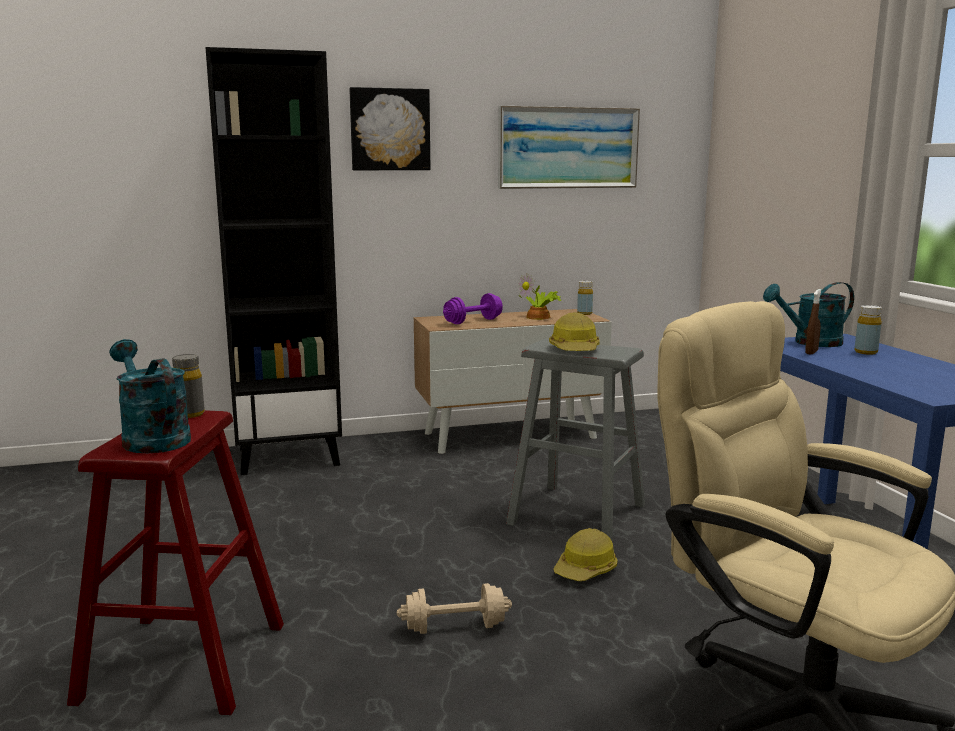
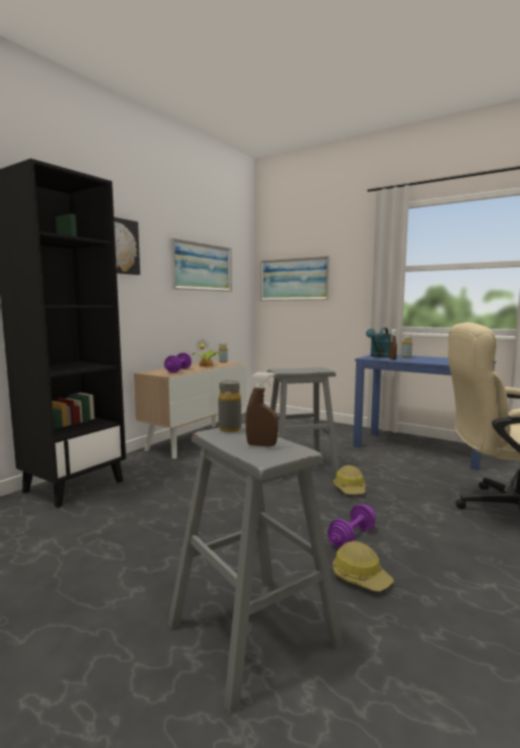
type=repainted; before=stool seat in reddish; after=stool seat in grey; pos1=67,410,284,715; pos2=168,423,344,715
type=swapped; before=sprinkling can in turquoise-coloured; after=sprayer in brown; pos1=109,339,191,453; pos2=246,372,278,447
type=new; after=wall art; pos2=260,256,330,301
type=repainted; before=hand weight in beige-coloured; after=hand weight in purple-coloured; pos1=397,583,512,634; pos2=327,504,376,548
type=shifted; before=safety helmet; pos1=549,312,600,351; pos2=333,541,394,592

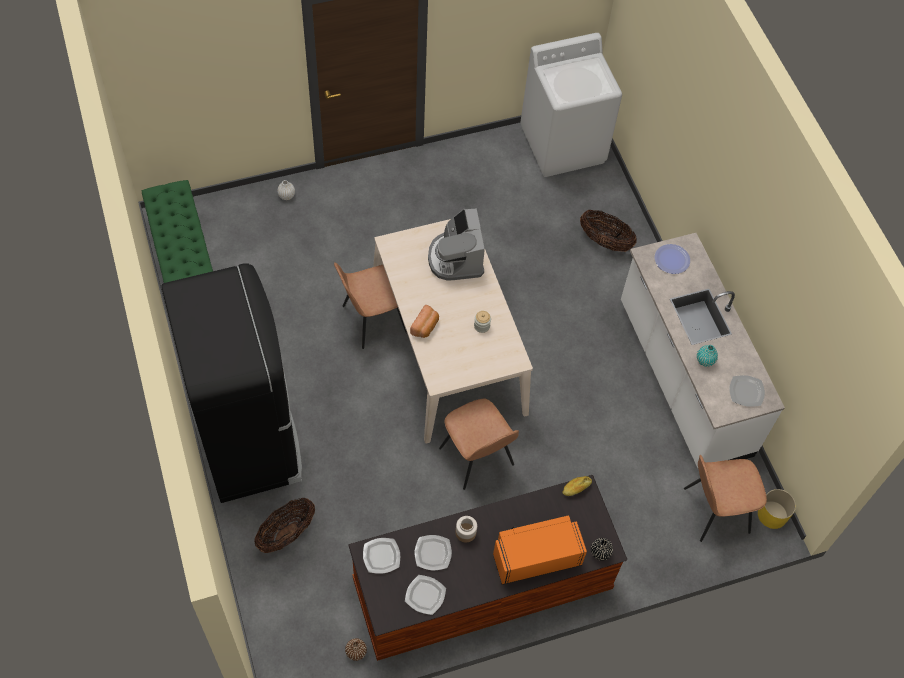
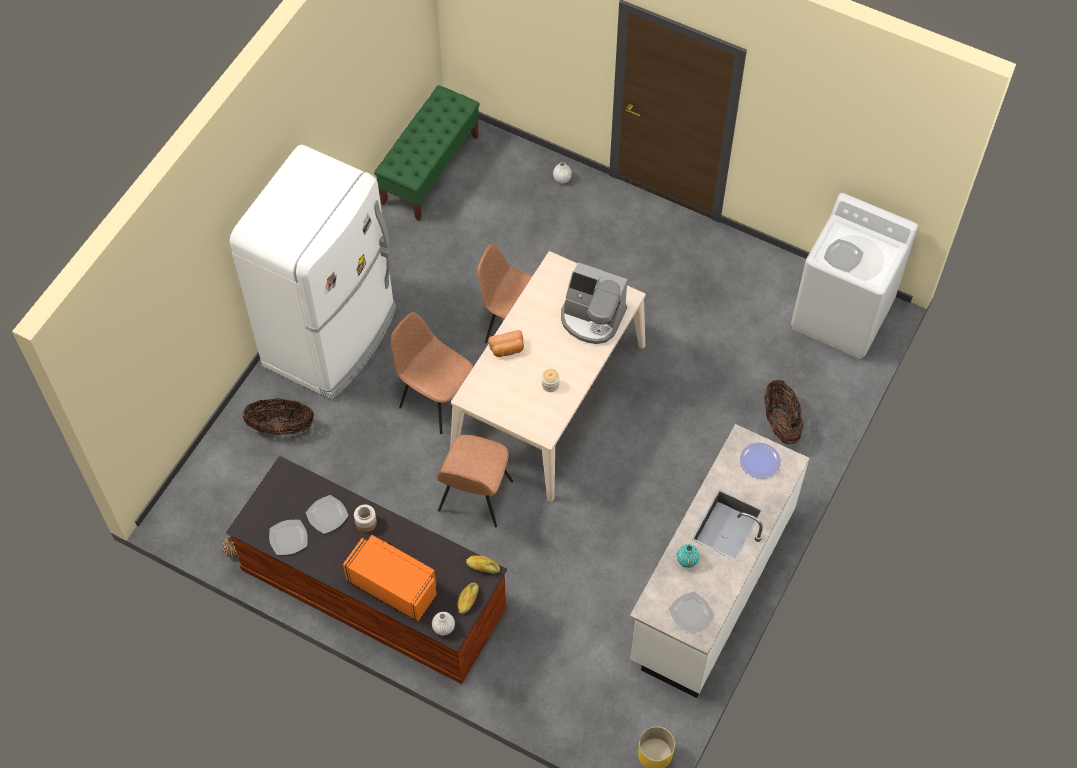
type=repainted; before=refrigerator in black-coloured; after=refrigerator in whitish; pos1=161,263,302,503; pos2=230,145,396,400
type=shifted; before=upright chair in brown; pos1=684,455,767,542; pos2=391,312,473,434
type=repainted; before=decorative vase in black-coloured; after=decorative vase in whitish; pos1=591,538,613,561; pos2=432,612,455,635
type=new; after=baked bread; pos2=457,583,479,614
type=rotated; before=coffee brewer; pos1=428,208,485,281; pos2=561,262,627,344; turn=-105
type=shifted; before=flat dish; pos1=363,538,400,574; pos2=824,239,863,272

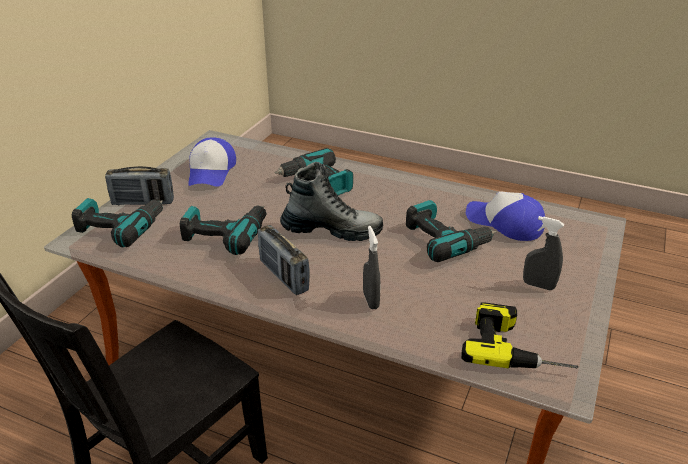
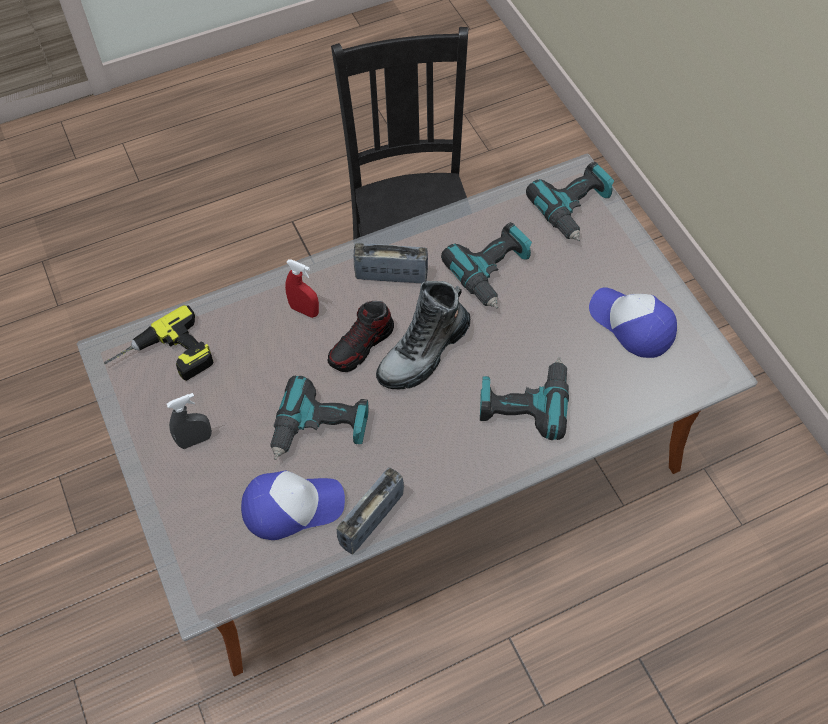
type=repainted; before=sprayer in grey; after=sprayer in reddish; pos1=363,226,380,309; pos2=285,259,319,318
type=new; after=item of footwear; pos2=328,301,394,372
type=shifted; before=radio set; pos1=105,166,174,205; pos2=337,467,404,554

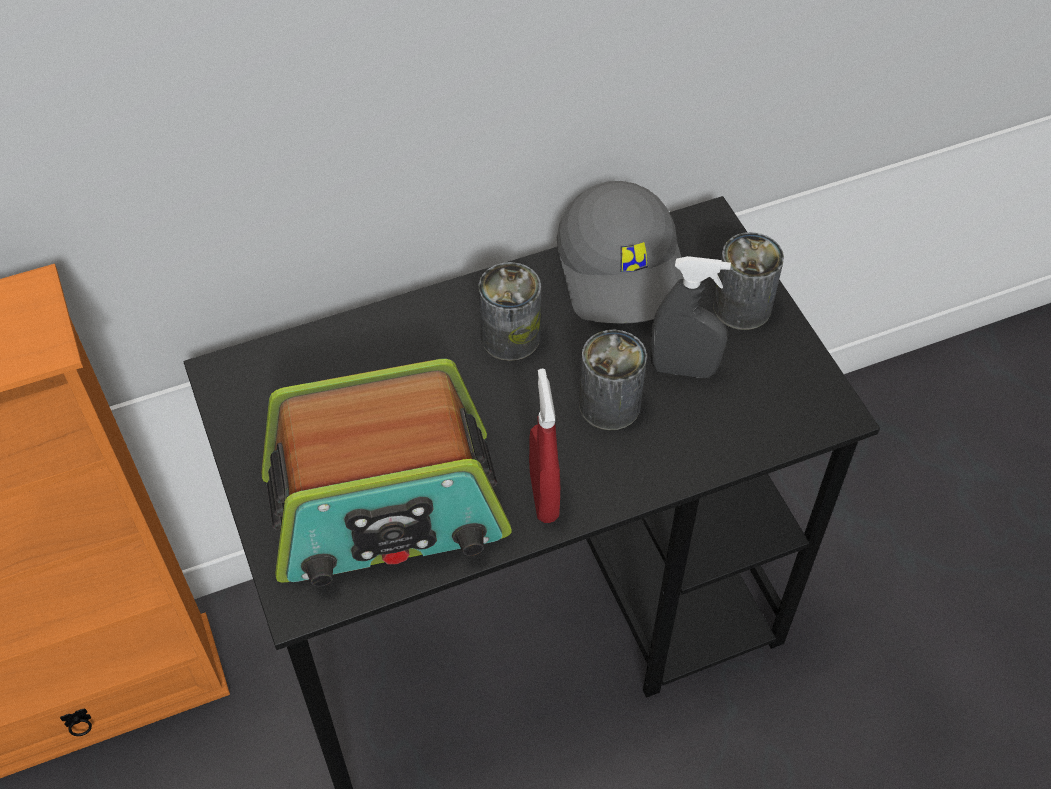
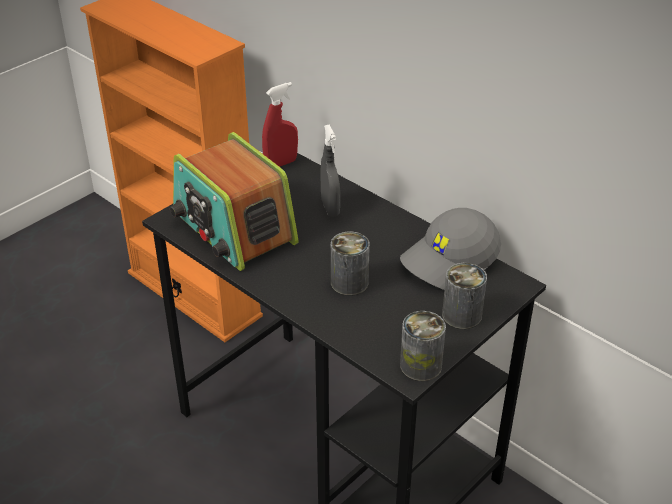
type=shifted; before=sprayer in reddish; pos1=529,368,560,523; pos2=262,82,298,167
type=shifted; before=sprayer in grey; pos1=650,256,731,378; pos2=321,124,340,217
type=shifted; before=sealed can; pos1=479,262,541,361; pos2=400,311,446,381

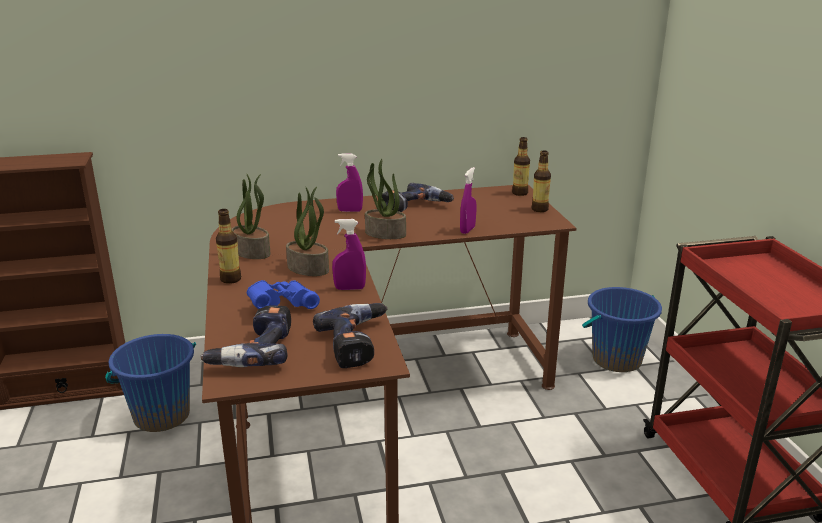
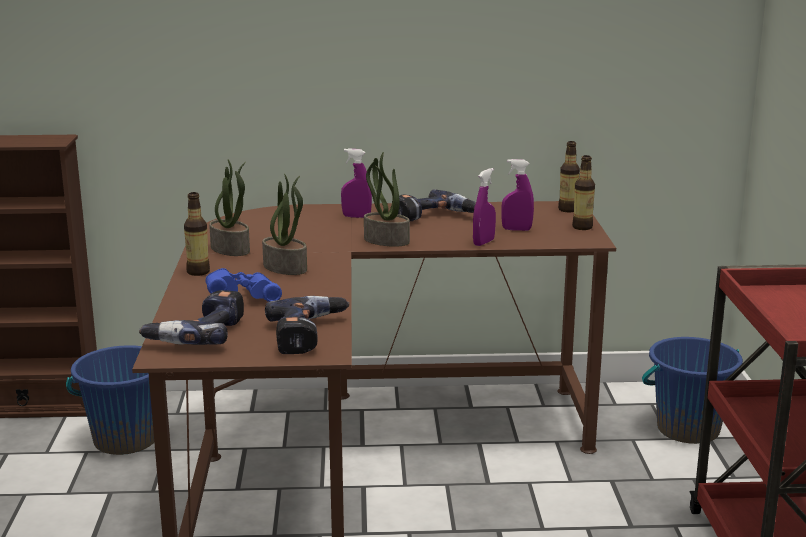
type=shifted; before=sprayer in purple-coloured; pos1=332,219,366,290; pos2=501,159,534,231

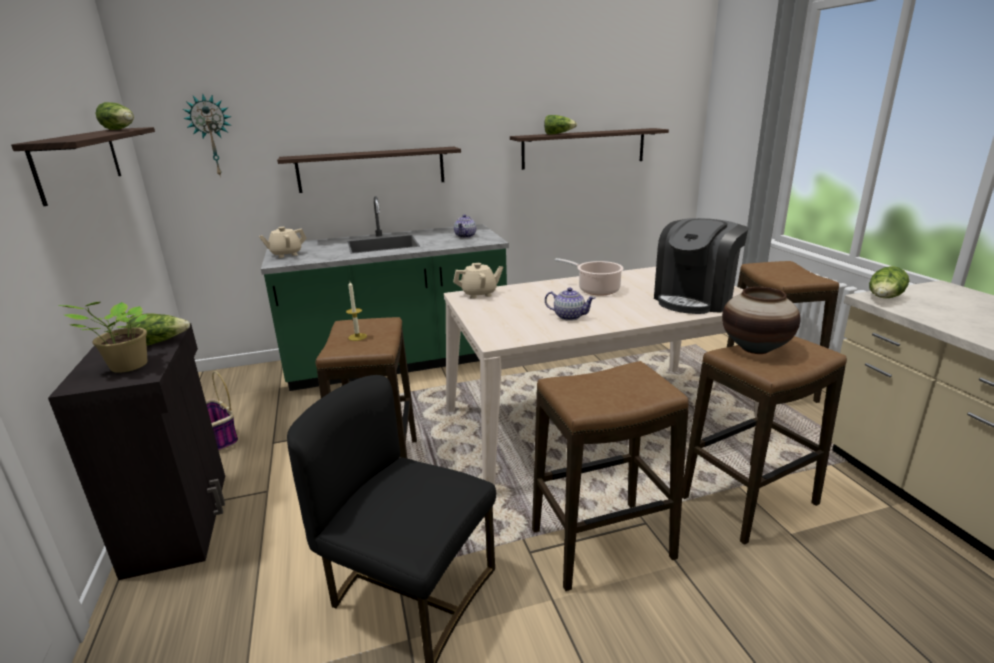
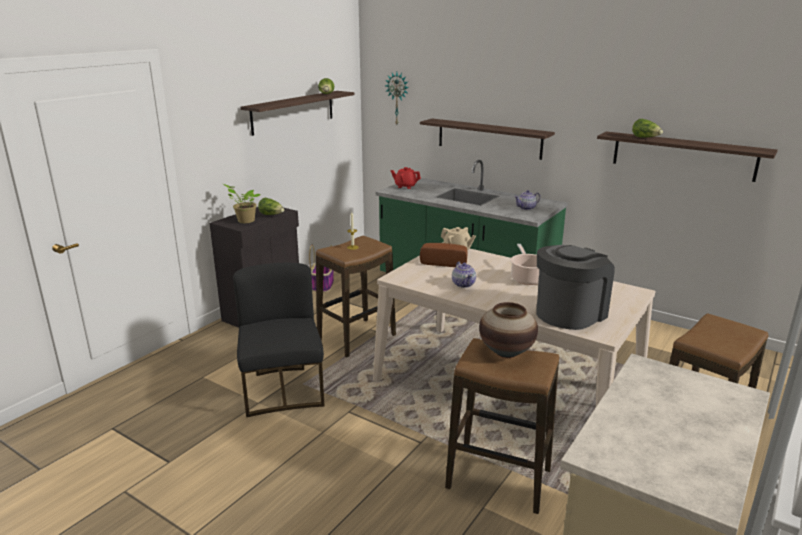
type=repainted; before=teapot in beige-coloured; after=teapot in reddish; pos1=259,227,307,258; pos2=391,167,421,189
type=new; after=baked bread; pos2=420,243,468,267
type=rotated; before=coffee brewer; pos1=654,218,749,314; pos2=536,244,615,330; turn=135
type=gone; before=stool seat; pos1=532,361,689,591
type=gone; before=lettuce; pos1=869,266,909,298

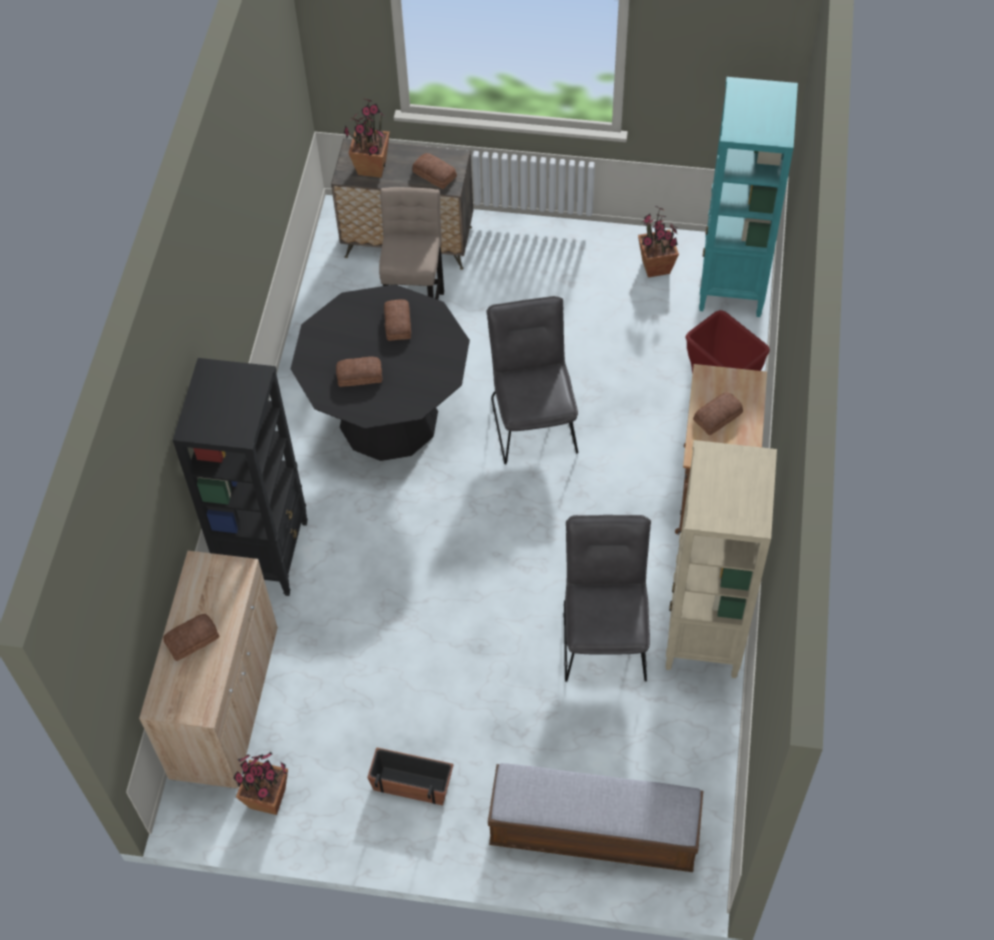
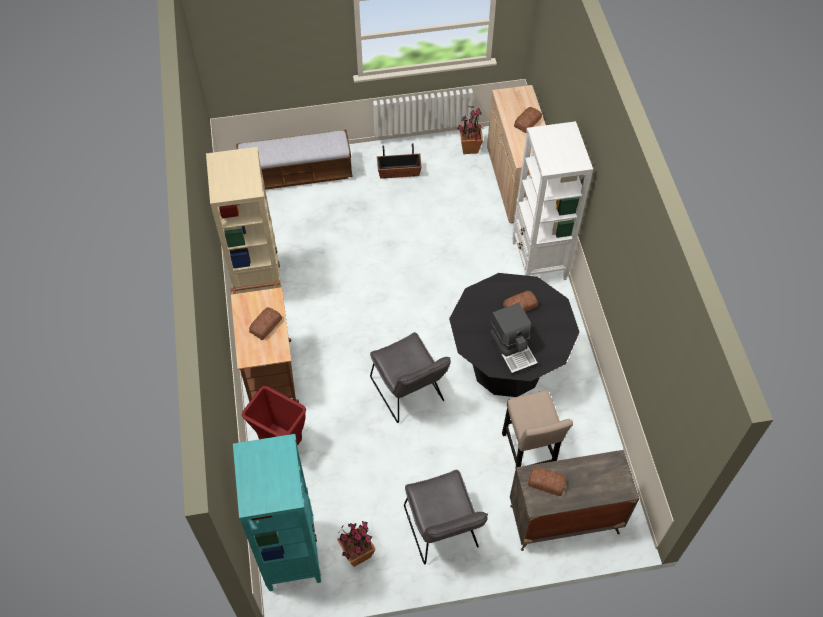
type=shifted; before=upright chair in grey; pos1=564,515,651,682; pos2=404,470,488,564
type=swapped; before=baked bread; after=coffee brewer; pos1=384,300,411,341; pos2=490,303,538,376
type=repainted; before=shelving unit in black-coloured; after=shelving unit in whitish; pos1=173,358,308,596; pos2=512,121,593,280
type=gone; before=houseplant; pos1=344,98,390,178

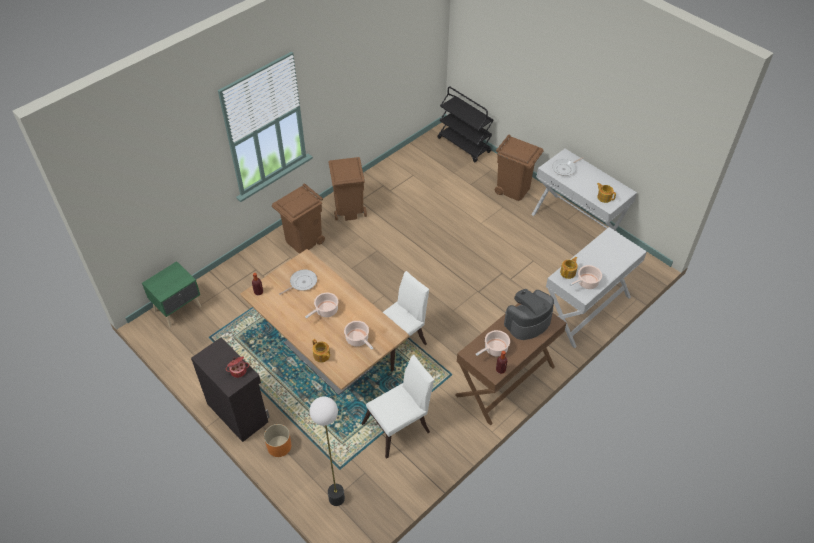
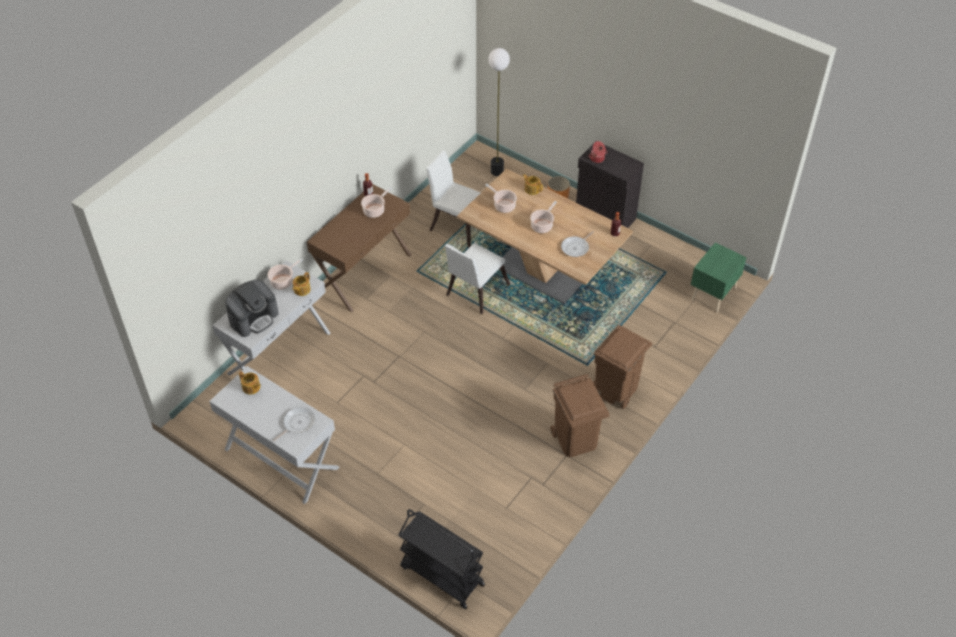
type=shifted; before=coffee brewer; pos1=504,289,554,340; pos2=225,280,279,337
type=rotated; before=upright chair in whitish; pos1=361,355,434,459; pos2=426,150,481,248; turn=75
type=gone; before=rubbish bin in brown; pos1=495,134,544,201

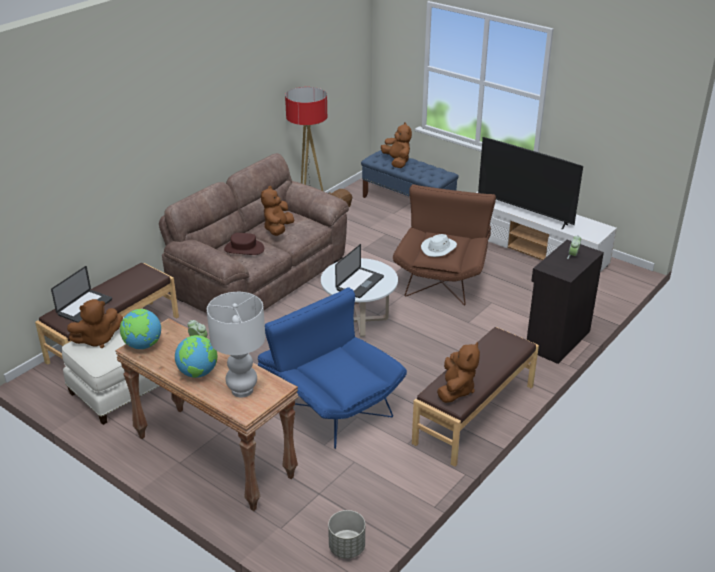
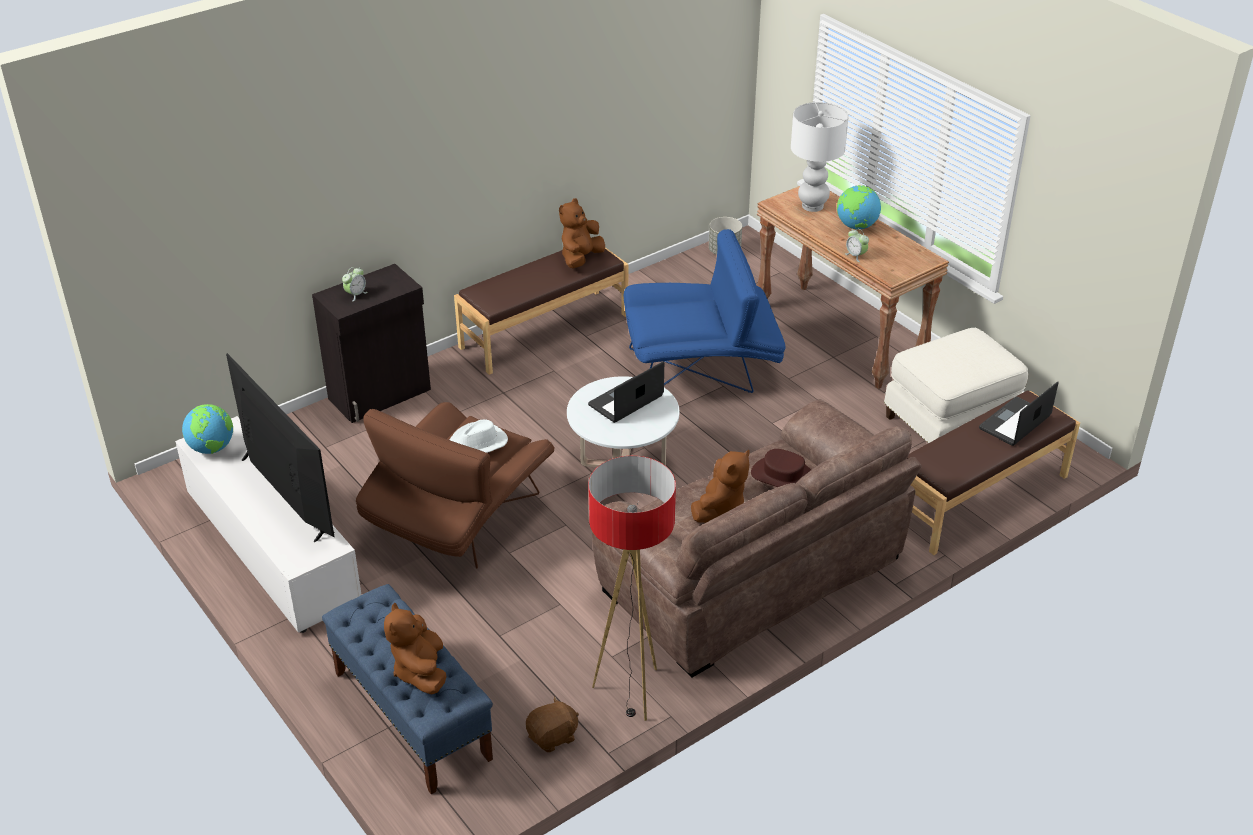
type=shifted; before=globe; pos1=120,309,161,349; pos2=182,404,233,454
type=rotated; before=lounge chair in blue; pos1=258,287,407,449; pos2=624,229,786,393; turn=-75
type=gone; before=soft toy in brown; pos1=67,299,123,348

